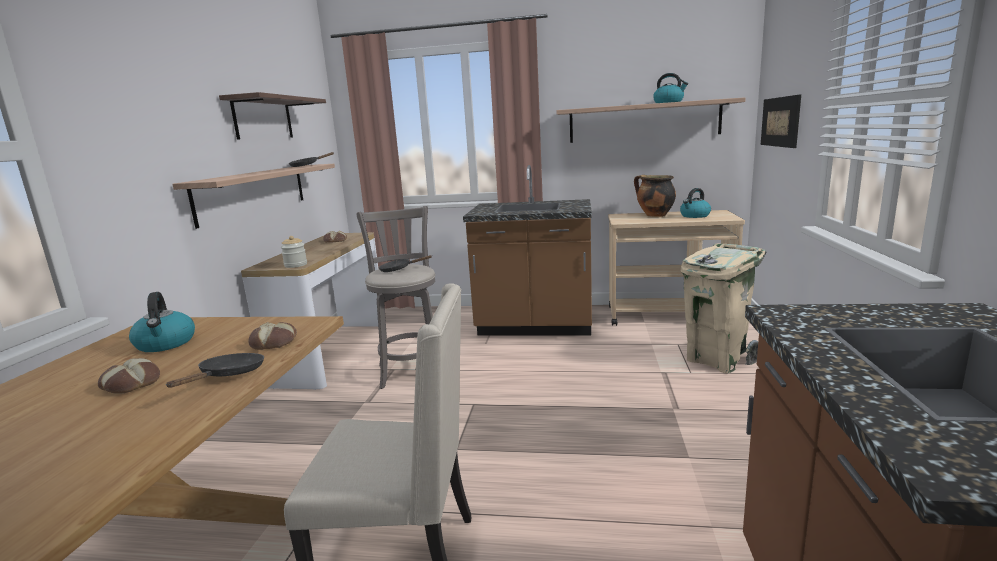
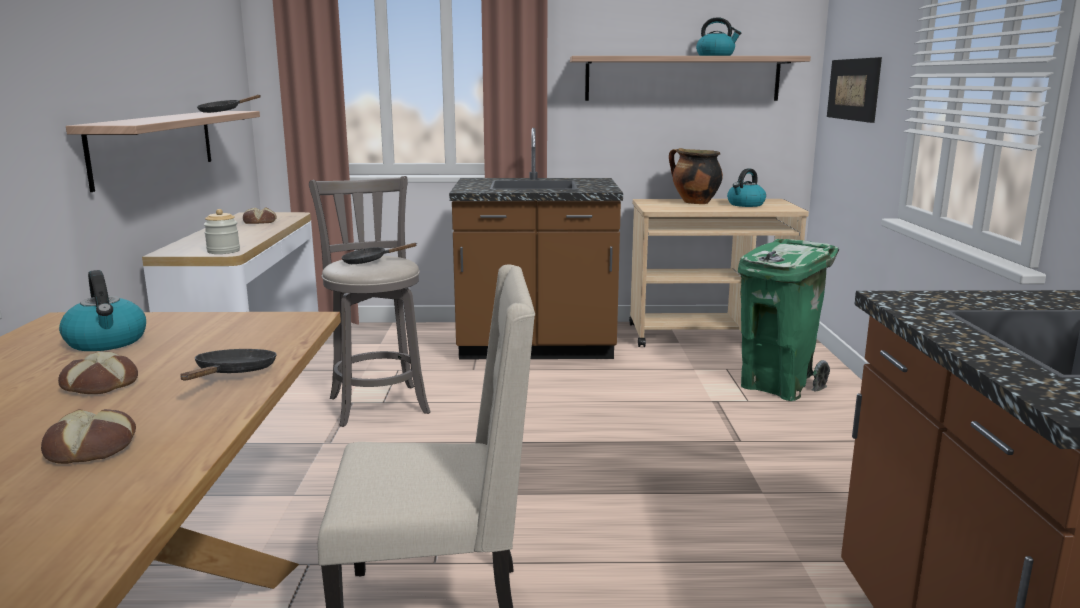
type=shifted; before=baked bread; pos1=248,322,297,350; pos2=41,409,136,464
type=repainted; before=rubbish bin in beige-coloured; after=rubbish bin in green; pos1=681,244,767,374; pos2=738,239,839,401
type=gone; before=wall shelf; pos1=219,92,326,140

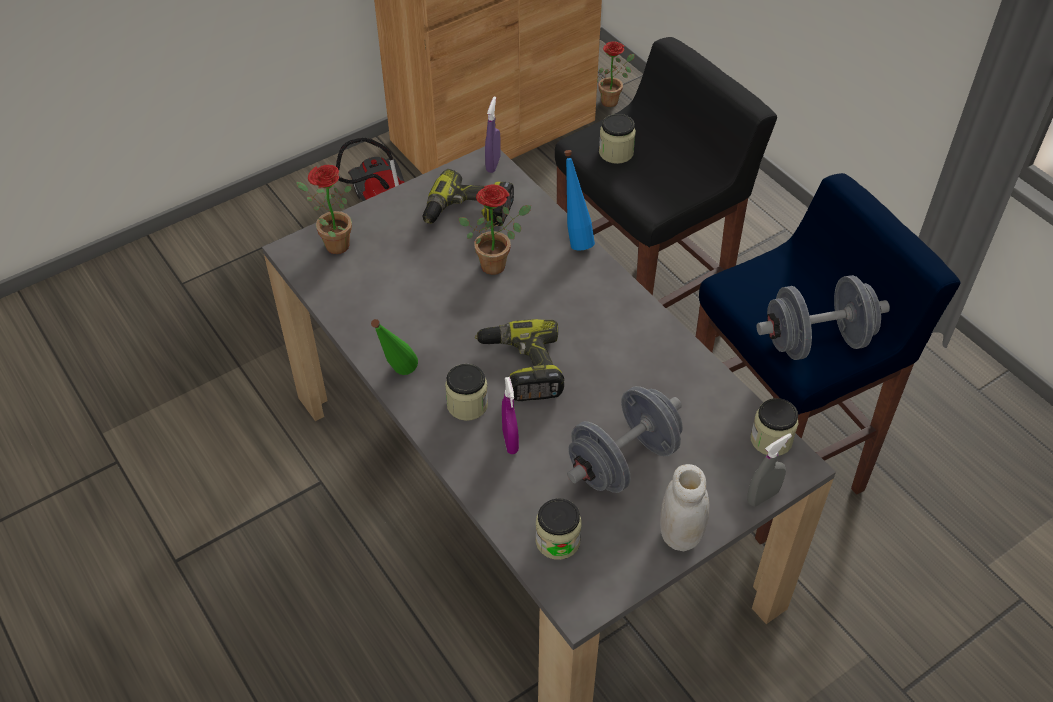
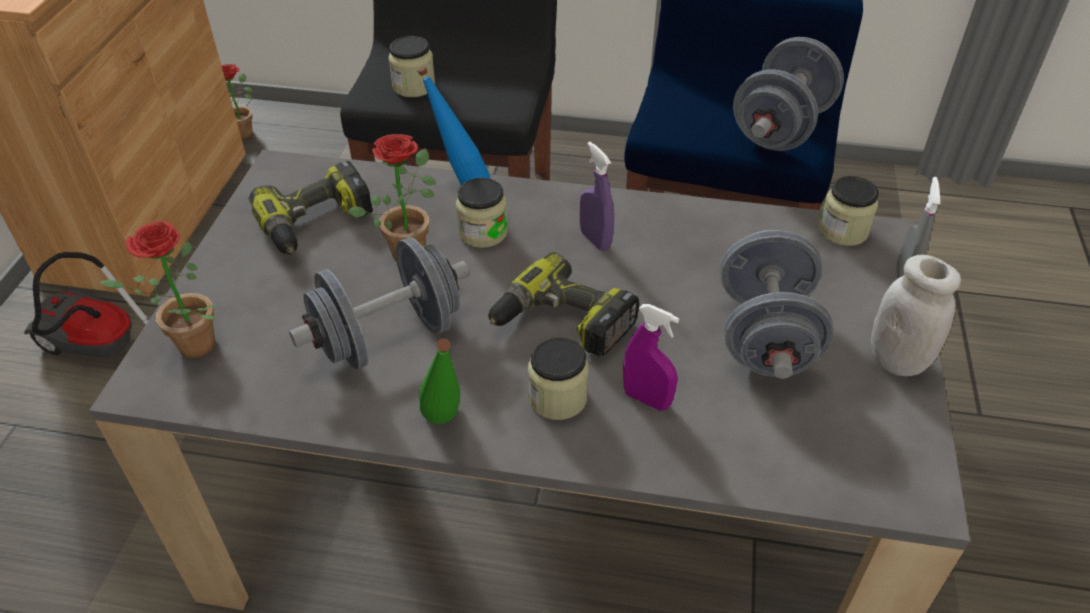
type=new; after=hand weight in grey; pos2=289,237,470,370
type=shifted; before=preserve jar; pos1=536,499,582,560; pos2=456,178,508,248
type=shifted; before=sprayer in purple-coloured; pos1=485,96,501,173; pos2=580,142,614,251

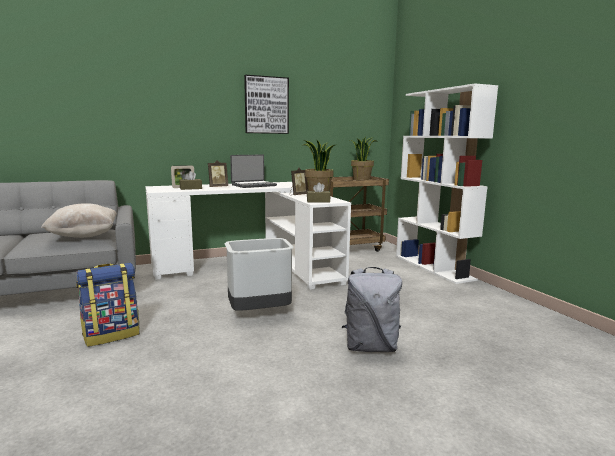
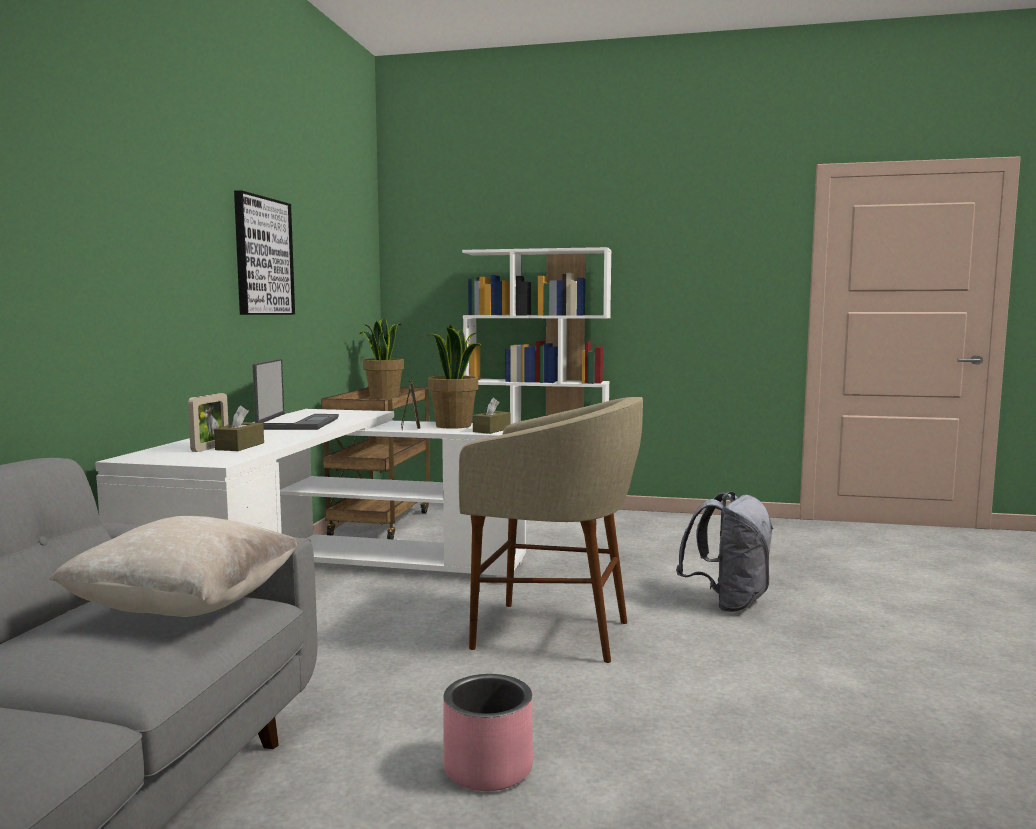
type=swapped; before=backpack; after=flower pot in pinkish; pos1=76,263,140,347; pos2=443,674,533,791
type=swapped; before=rubbish bin in grey; after=stool seat in beige-coloured; pos1=225,238,294,311; pos2=459,397,643,663
type=gone; before=picture frame; pos1=208,160,228,187

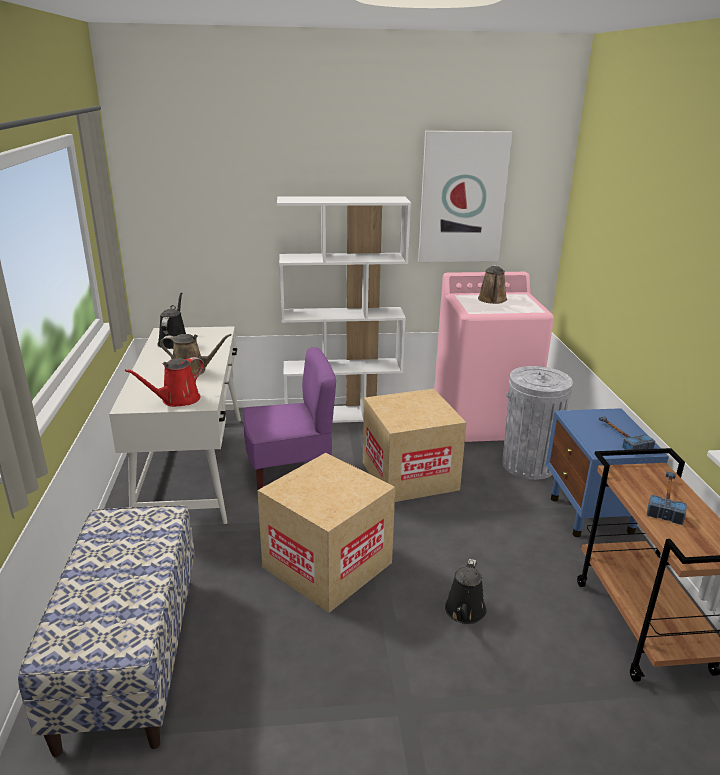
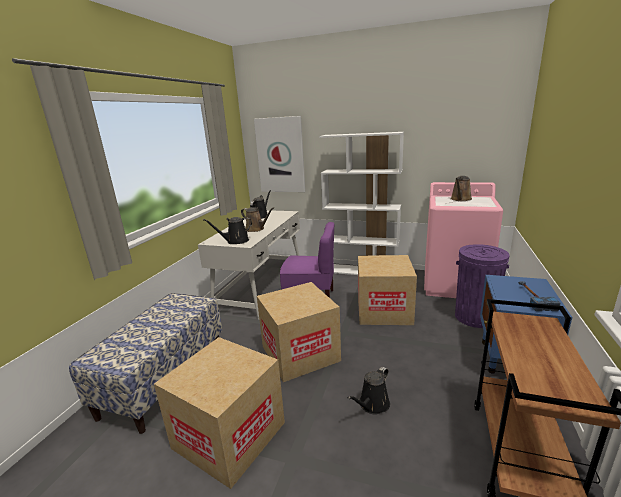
type=new; after=cardboard box; pos2=154,337,285,489
type=repainted; before=sprinkling can in reddish; after=sprinkling can in black-coloured; pos1=125,357,204,407; pos2=203,217,252,244
type=shifted; before=wall art; pos1=418,131,512,262; pos2=254,116,305,192
type=repainted; before=rubbish bin in grey; after=rubbish bin in purple-coloured; pos1=502,366,573,480; pos2=455,244,509,328
type=gone; before=hammer; pos1=647,472,687,525

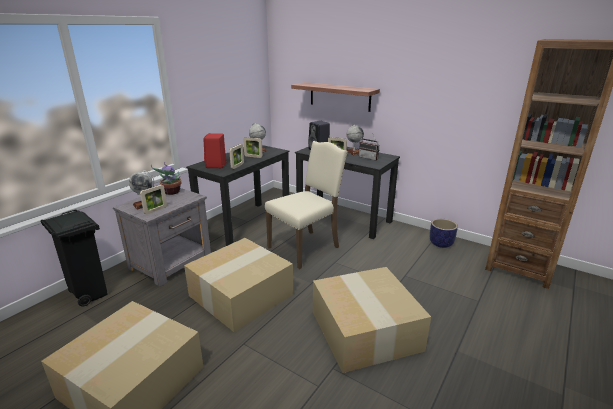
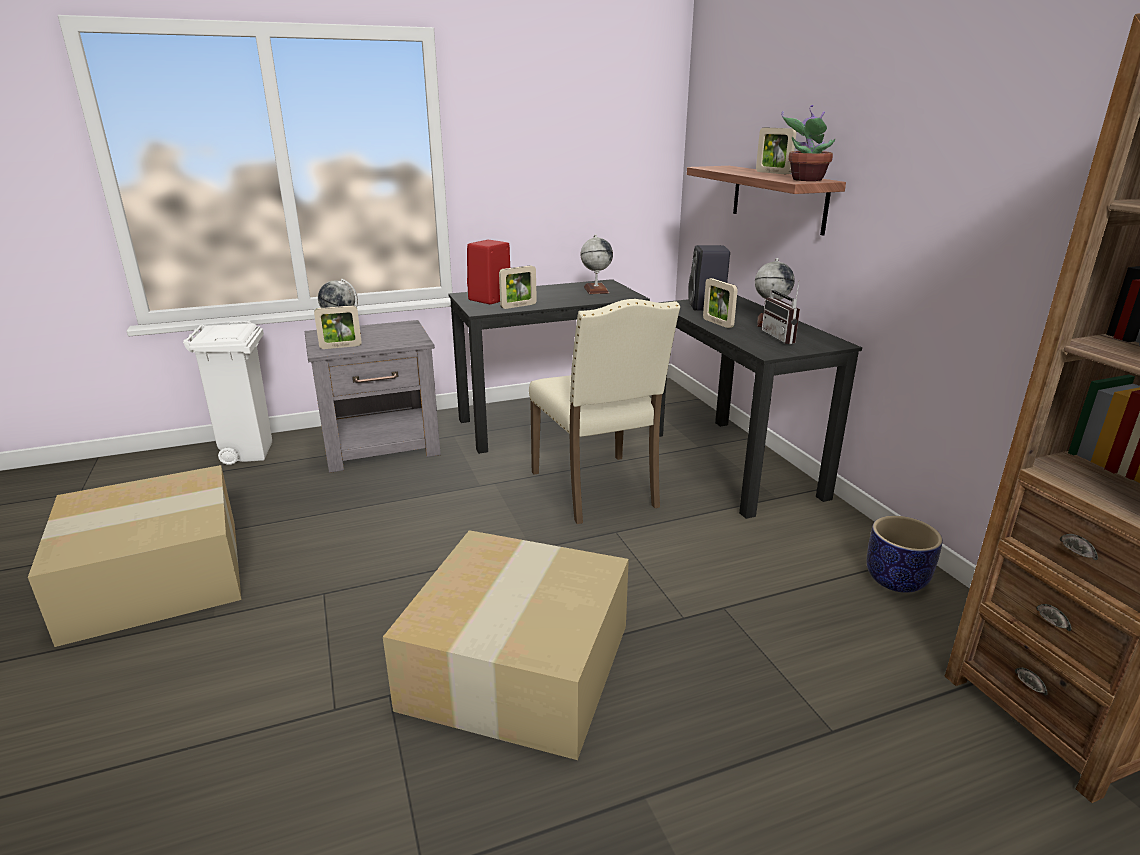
type=repainted; before=rubbish bin in black-coloured; after=rubbish bin in whitish; pos1=41,210,108,307; pos2=183,321,272,465
type=rotated; before=upright chair in beige-coloured; pos1=265,141,348,269; pos2=529,299,680,524; turn=75
type=shifted; before=picture frame; pos1=243,137,263,158; pos2=756,128,796,174
type=shifted; before=houseplant; pos1=151,162,182,195; pos2=781,105,835,181
type=gone; before=cardboard box; pos1=184,238,293,332

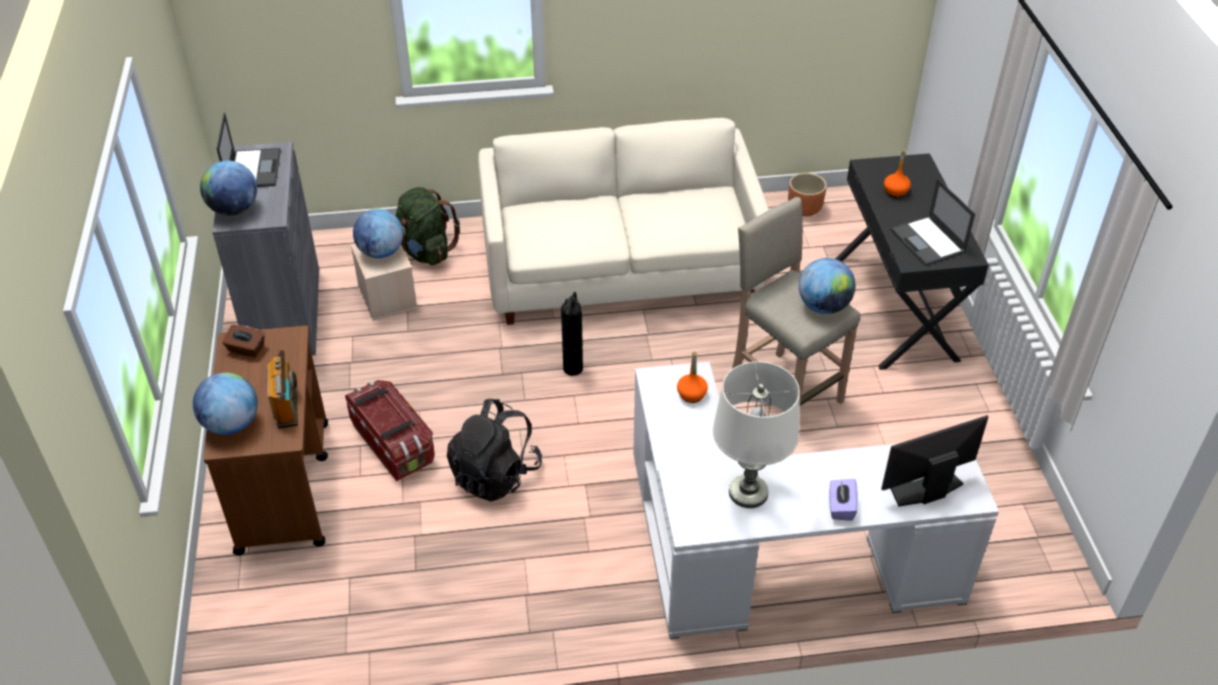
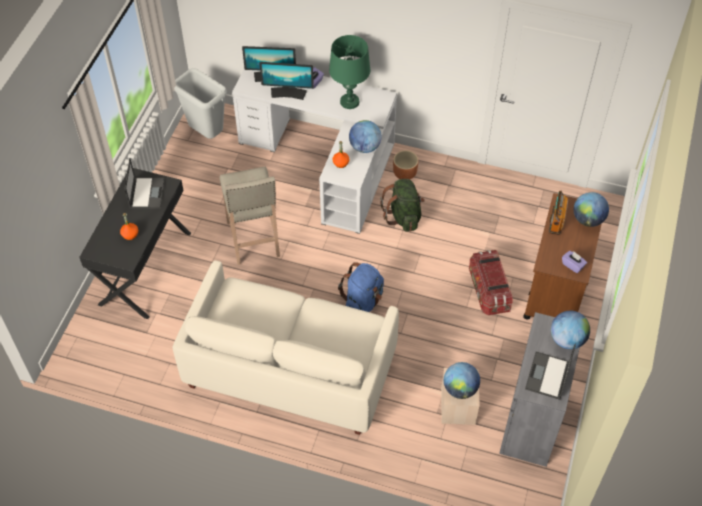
type=new; after=rubbish bin in grey; pos2=174,68,227,139
type=new; after=monitor; pos2=259,62,314,100
type=repainted; before=tabletop lamp in whitish; after=tabletop lamp in green; pos1=713,362,800,508; pos2=329,35,370,109
type=swapped; before=fire extinguisher; after=backpack in blue; pos1=561,292,583,376; pos2=338,262,384,312
type=shifted; before=globe; pos1=799,258,856,314; pos2=349,120,381,153
type=shifted; before=backpack in green; pos1=396,187,460,266; pos2=380,179,425,232
type=shifted; before=flower pot in brown; pos1=788,173,827,216; pos2=393,150,418,179
type=repainted; before=tissue holder in brown; after=tissue holder in purple-coloured; pos1=222,324,265,357; pos2=562,251,587,273
type=gone; before=backpack in black-coloured; pos1=447,399,542,502

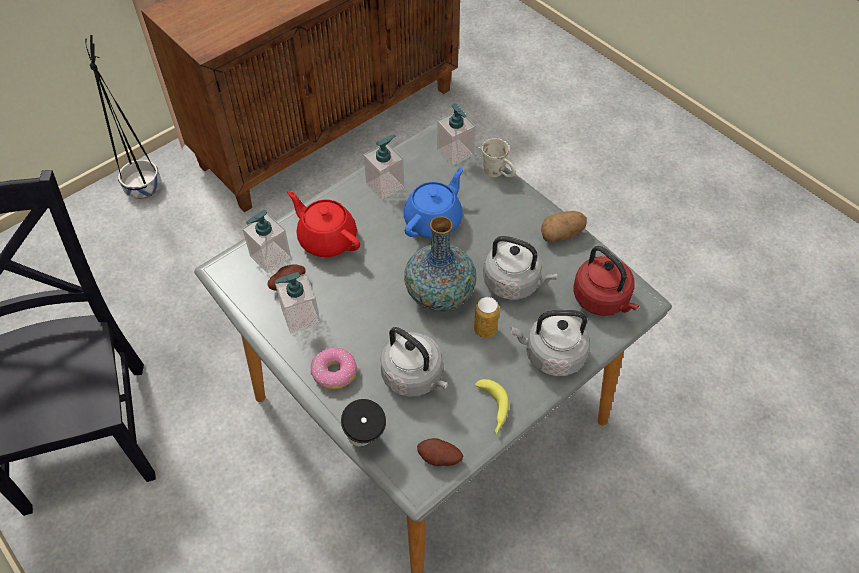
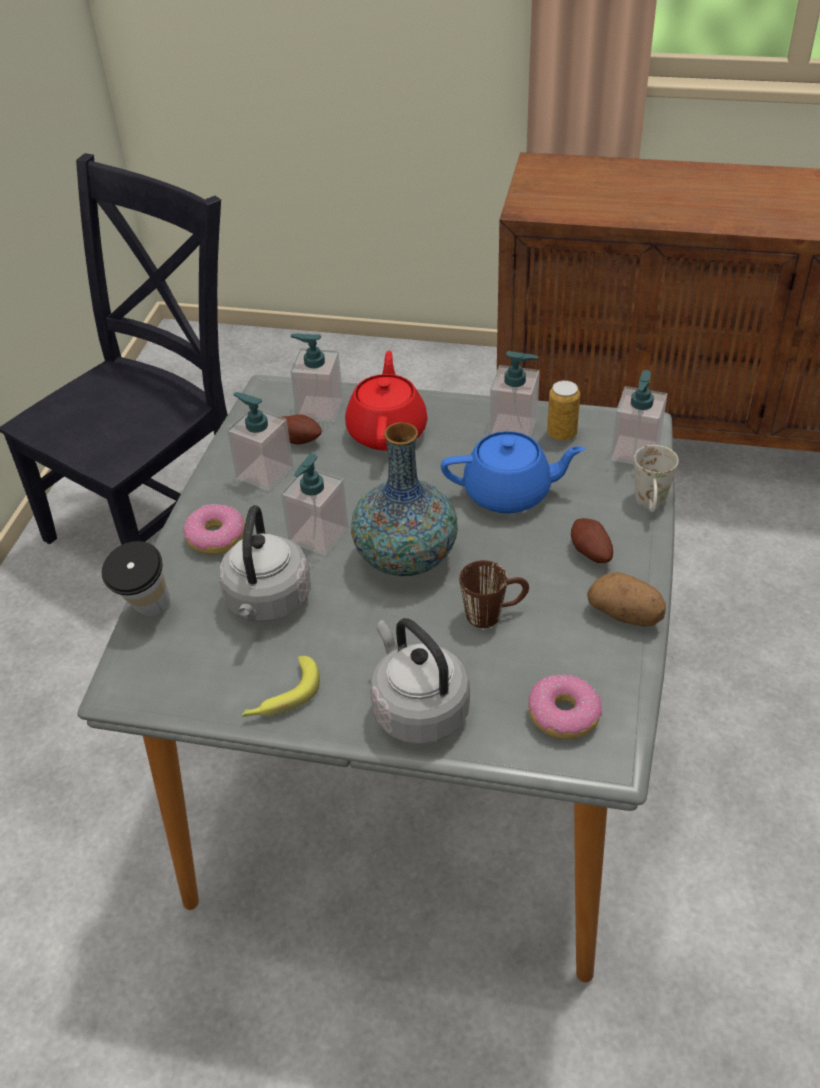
type=new; after=soap bottle; pos2=281,454,349,556
type=swapped; before=kettle in grey; after=tea mug in brown; pos1=483,236,557,300; pos2=459,560,529,628
type=swapped; before=kettle in reddish; after=donut; pos1=573,246,639,316; pos2=528,674,602,739
type=shifted; before=sealed can; pos1=474,297,499,338; pos2=547,380,580,441
type=shifted; before=whole potato; pos1=417,438,463,466; pos2=571,518,613,563
type=gone; before=flower pot in black-coloured; pos1=85,35,161,199

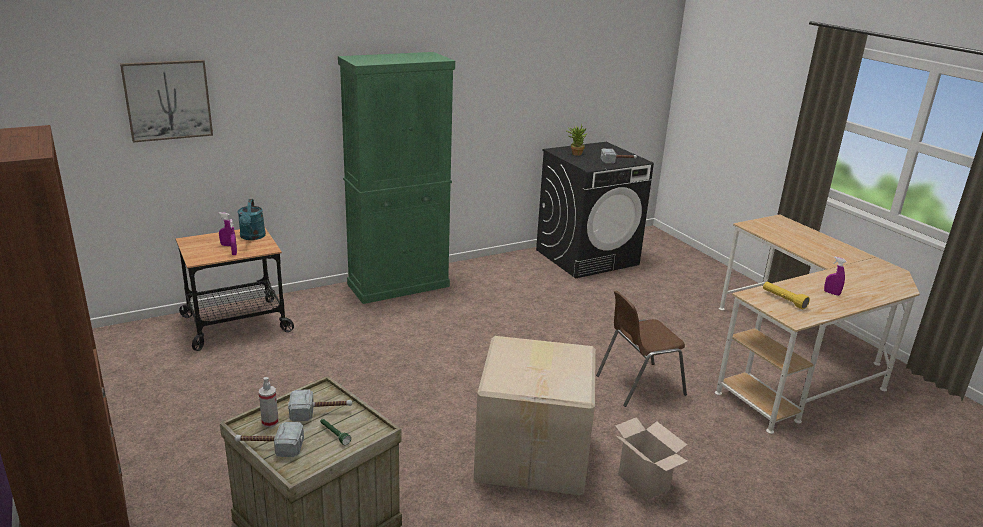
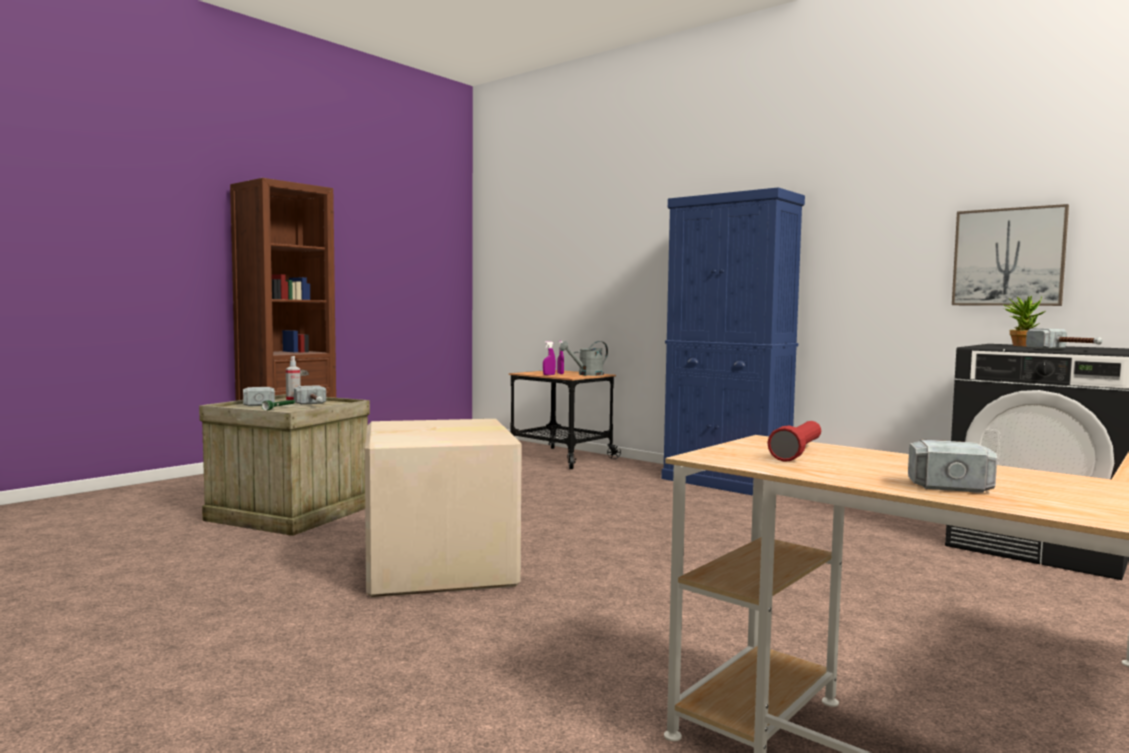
type=repainted; before=sprinkling can in turquoise-coloured; after=sprinkling can in grey; pos1=238,199,266,240; pos2=559,341,608,376
type=repainted; before=storage cabinet in green; after=storage cabinet in blue; pos1=338,52,455,304; pos2=661,187,805,496
type=repainted; before=hand torch in yellow; after=hand torch in reddish; pos1=763,282,810,310; pos2=767,421,821,462
type=swapped; before=sprayer in purple-coloured; after=hammer; pos1=824,256,846,296; pos2=908,440,997,493
type=shifted; before=wall art; pos1=120,60,213,143; pos2=952,204,1069,306
type=gone; before=upright chair in brown; pos1=596,291,687,407
type=gone; before=cardboard box; pos1=615,417,688,500

